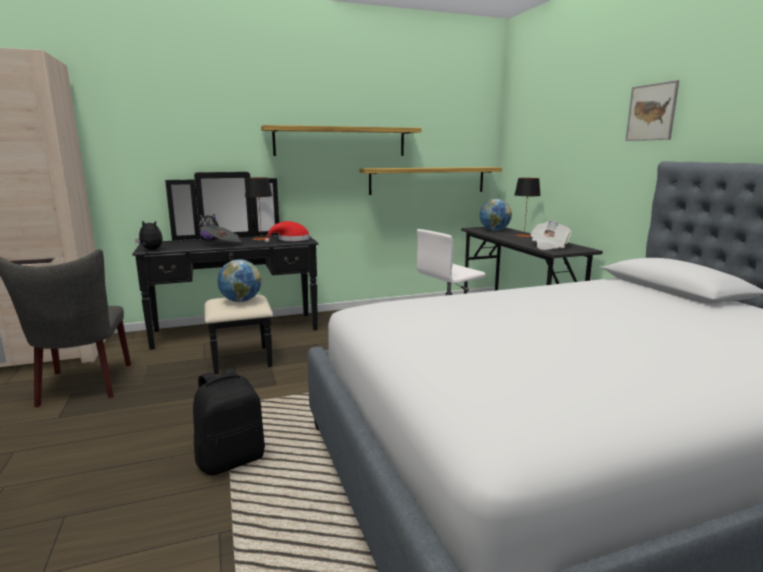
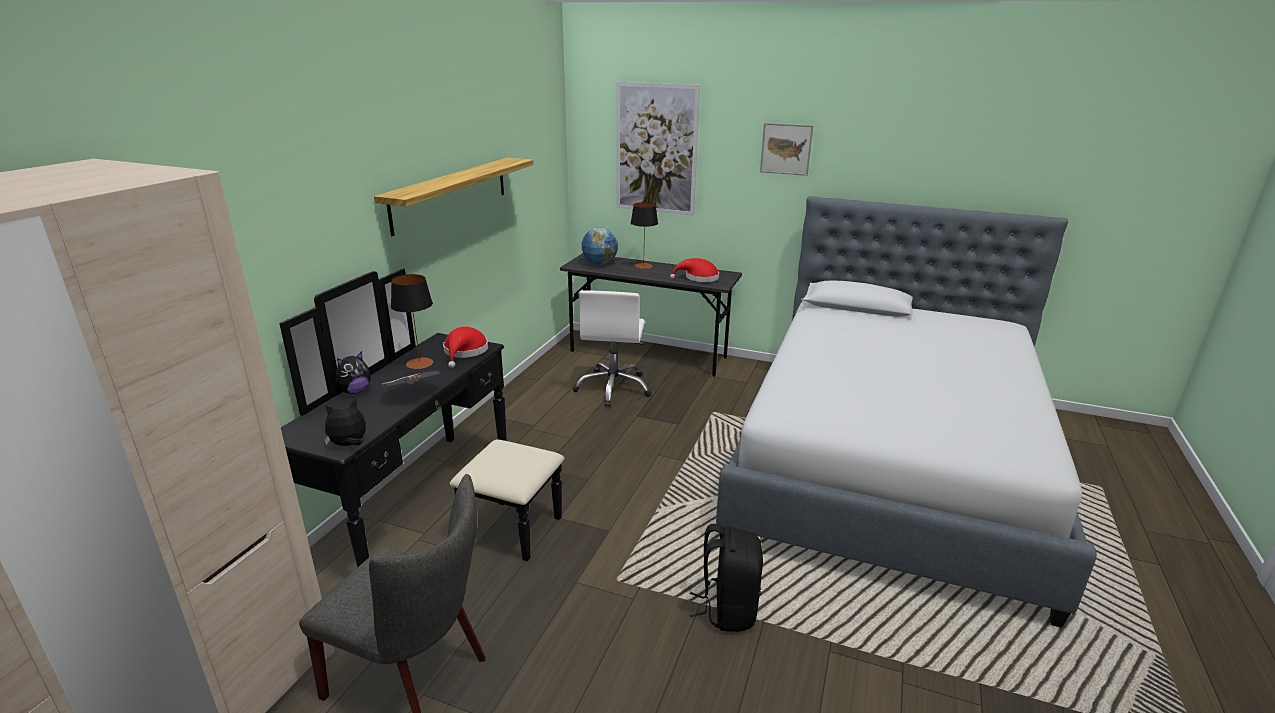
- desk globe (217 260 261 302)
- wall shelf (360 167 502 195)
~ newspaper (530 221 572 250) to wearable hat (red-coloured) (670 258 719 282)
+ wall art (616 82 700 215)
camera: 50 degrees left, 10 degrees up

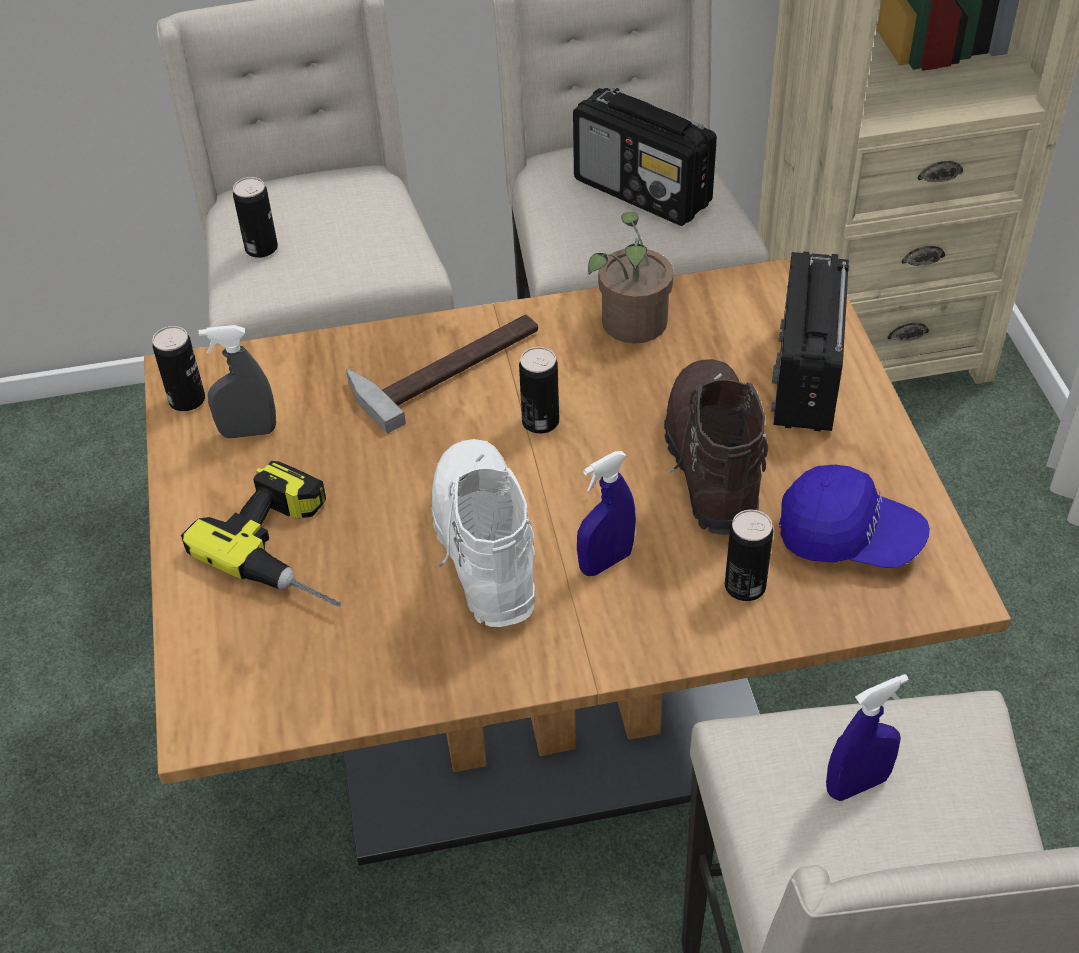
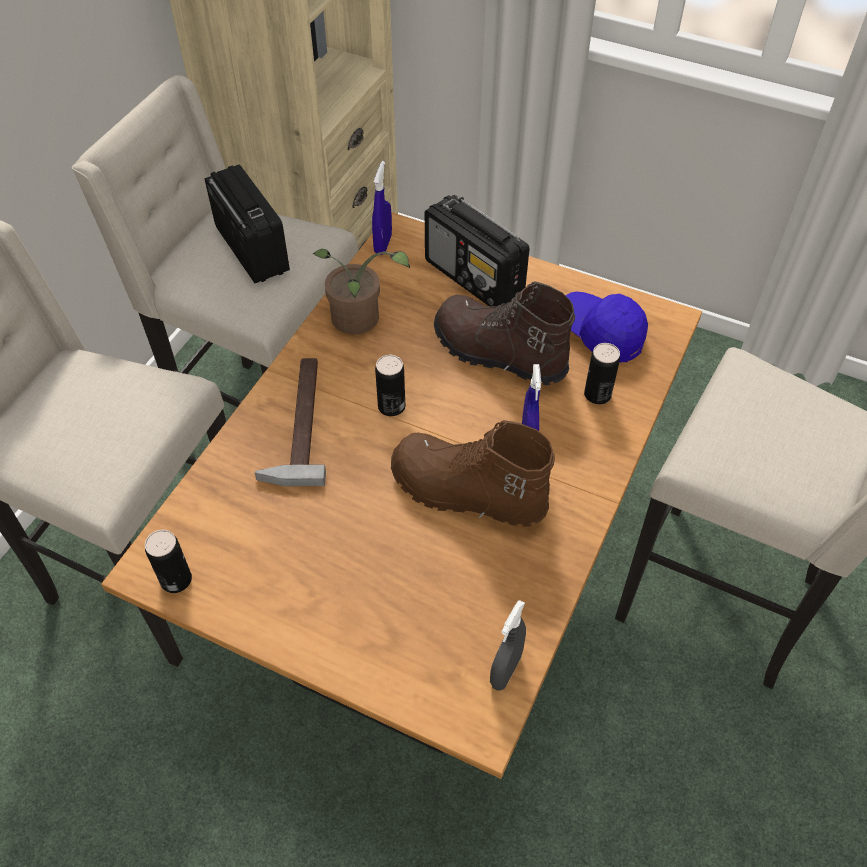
- drill (181 461 341 607)
~ sprayer (gray) (199 325 276 439) to (490 600 526 691)
- can (233 177 278 258)
~ boot (whitish) (432 439 536 627) to boot (brown-coloured) (391 420 555 527)
~ radio set (573 88 717 226) = (205 164 290 283) 105 degrees counterclockwise
~ baseball cap (blue) (779 464 930 568) = (566 292 648 363) 105 degrees counterclockwise
~ sprayer (blue) (826 674 909 801) to (372 161 392 255)
camera: 55 degrees left, 5 degrees up

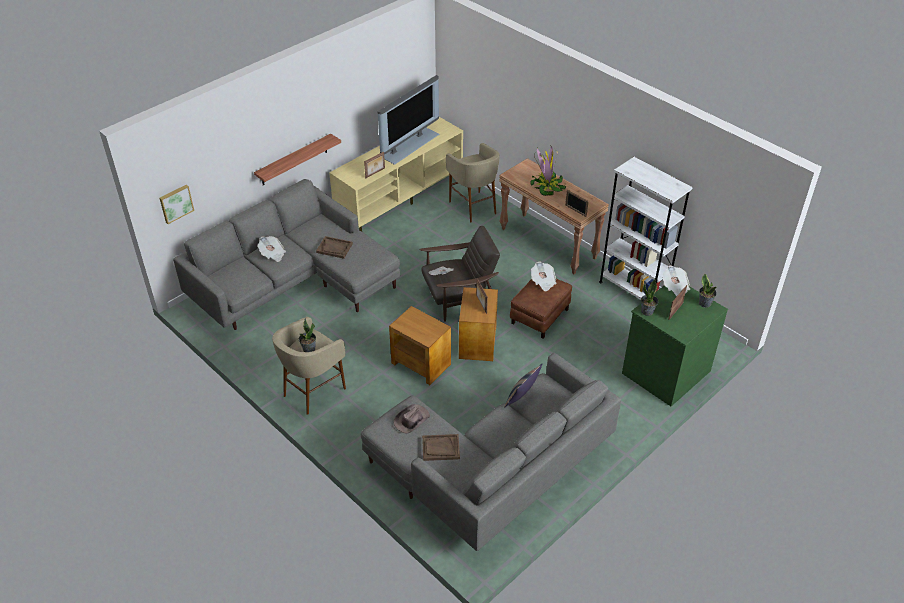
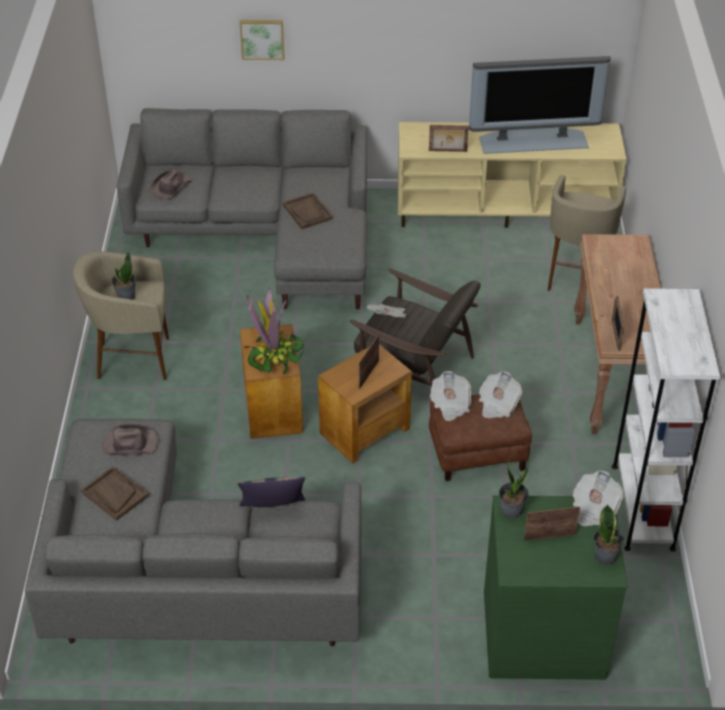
~ wall art (160 184 194 224) to (240 20 284 60)
- wall shelf (254 134 341 185)
~ newspaper (257 236 286 262) to (430 371 471 421)
~ plant in a pot (530 144 566 196) to (245 287 304 374)
+ wearable hat (brown-coloured) (150 169 192 199)
camera: 45 degrees right, 0 degrees up

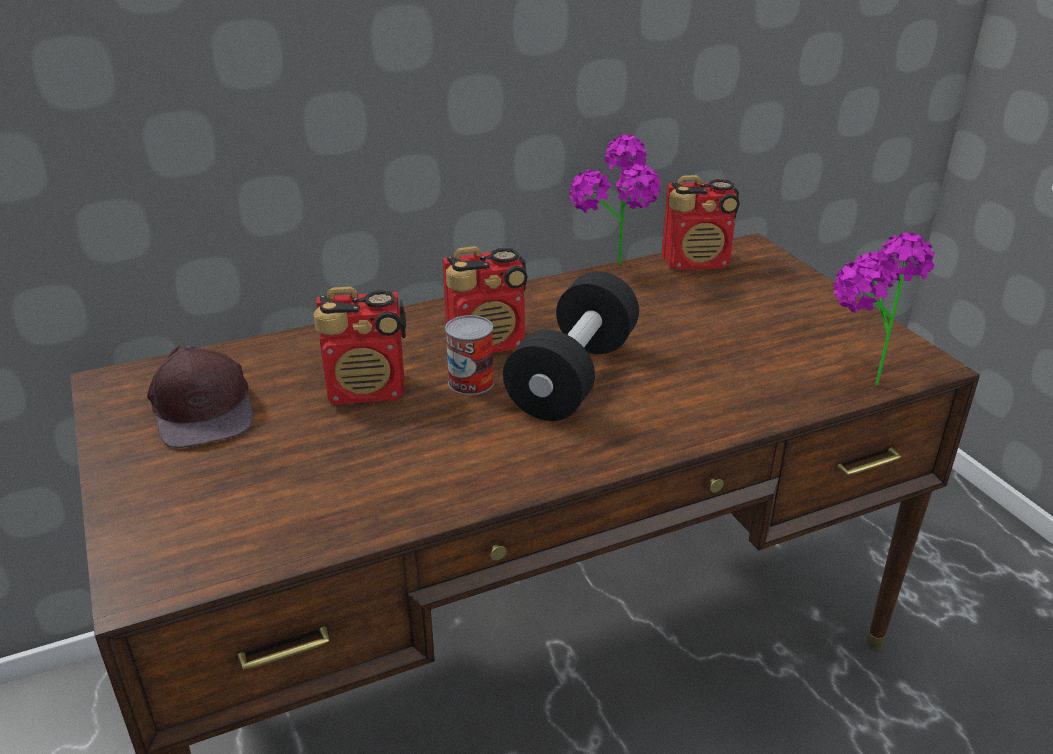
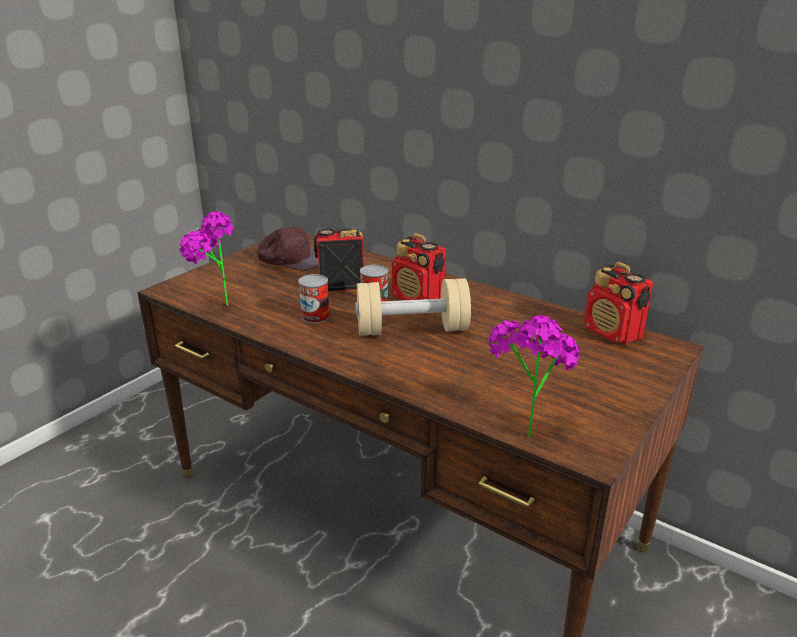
~ baseball cap (brown-coloured) (147 345 253 448) = (257 227 319 270) 105 degrees counterclockwise
~ radio set (314 286 406 405) = (314 228 364 291) 120 degrees clockwise
~ hand weight (black) (503 271 639 421) to hand weight (beige) (355 278 471 336)
~ plant in a pot (569 134 661 265) to (179 211 233 306)
+ can (298 274 330 323)
camera: 60 degrees right, 5 degrees down

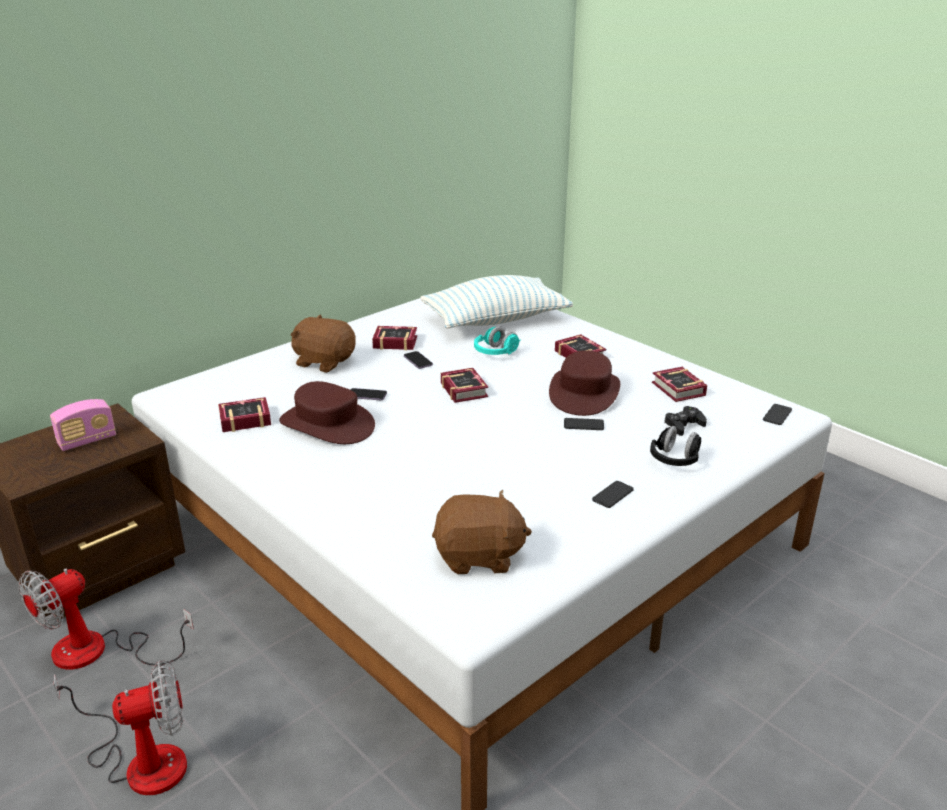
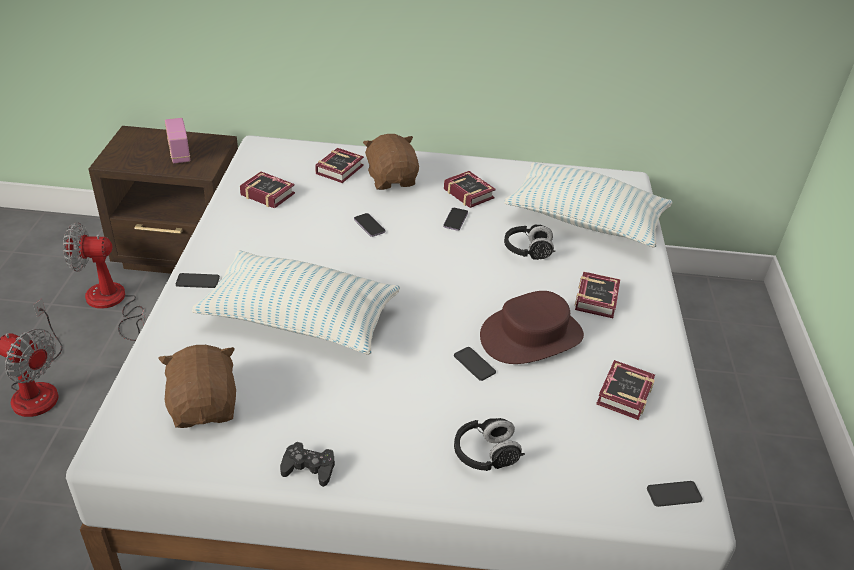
~ radio set (50 399 116 451) = (165 118 190 163) 60 degrees clockwise
- wearable hat (brown-coloured) (279 381 375 444)
~ soft toy (brown-coloured) (432 490 532 574) = (158 345 236 428) 150 degrees counterclockwise
~ book (441 368 488 403) to (315 148 364 183)
~ headset (blue-green) (474 326 521 355) to headset (black) (504 225 555 260)
~ telephone (592 481 634 508) to (176 273 220 288)
~ gamepad (black) (664 406 707 436) to (280 442 335 487)
+ throw pillow (192 250 400 355)
camera: 45 degrees right, 10 degrees up

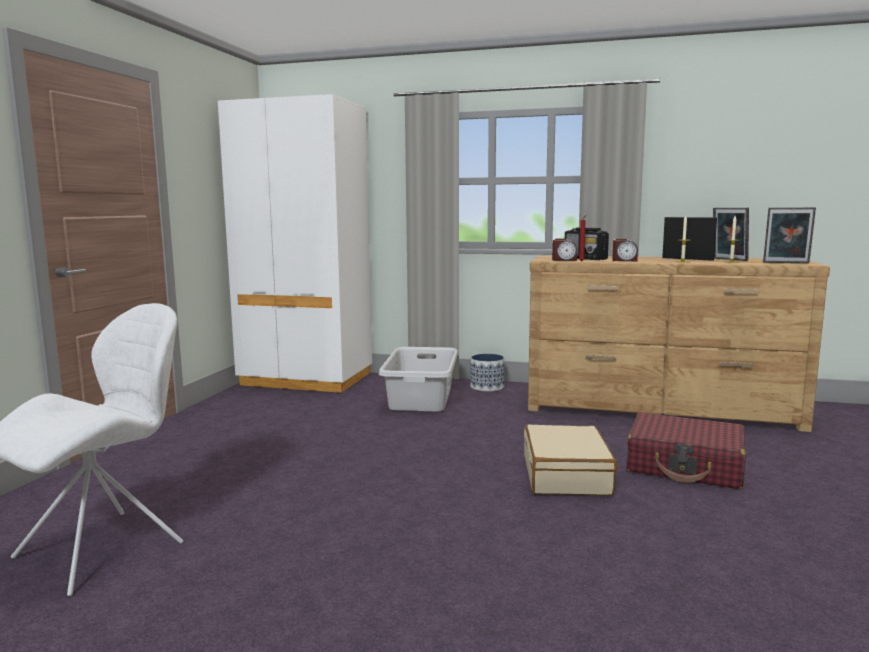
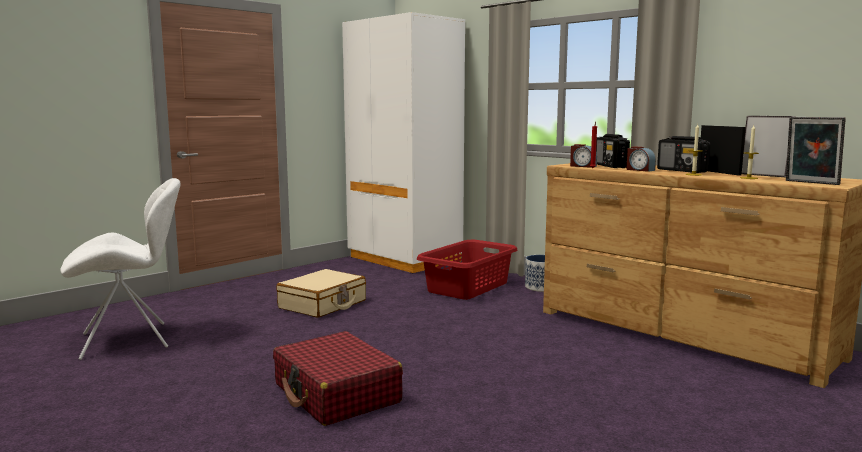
~ washing basket (gray) (379 347 458 411) to washing basket (red-coloured) (417 240 518 300)
~ piece of luggage (beige) (524 425 617 496) to (276 269 366 318)
~ piece of luggage (red-coloured) (627 412 746 489) to (273 331 403 426)
~ picture frame (713 208 749 261) = (742 116 795 178) 135 degrees clockwise
+ radio set (657 136 710 173)
camera: 30 degrees right, 0 degrees up

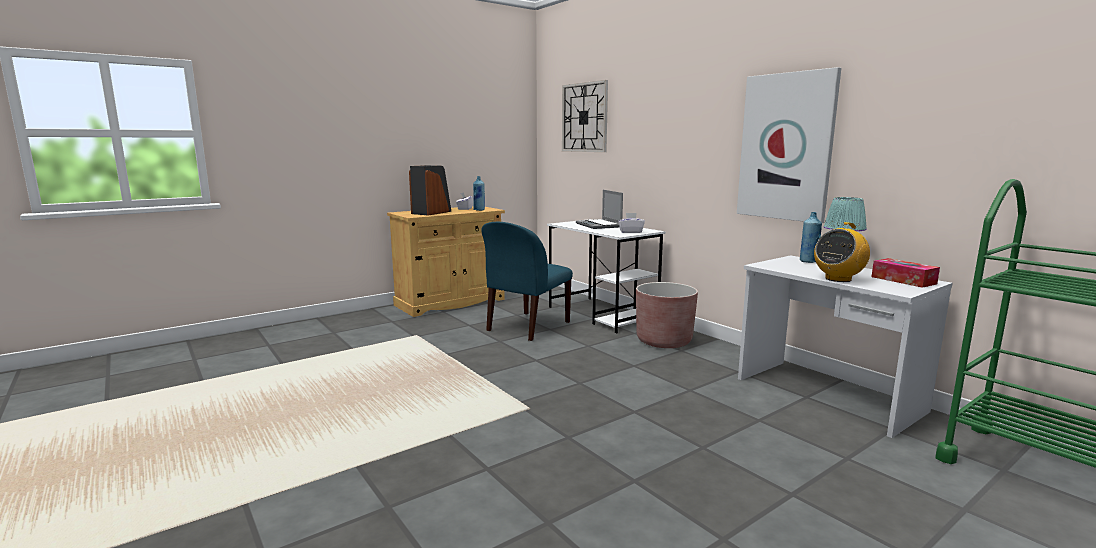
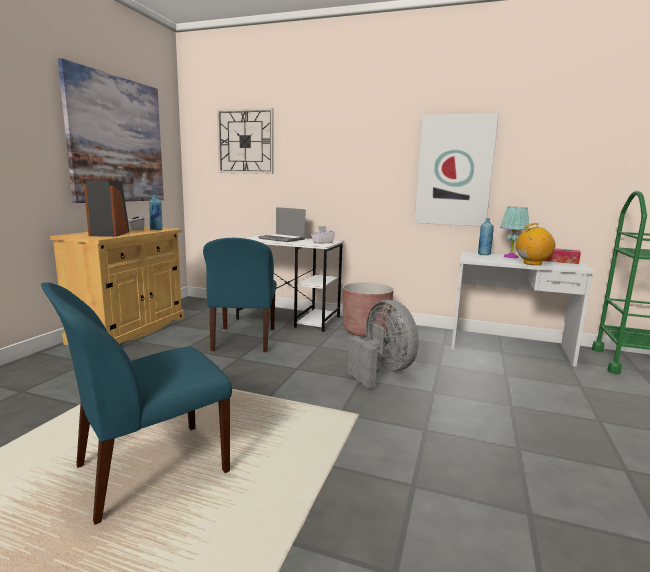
~ radio set (814 222 870 282) = (516 223 556 265) 120 degrees counterclockwise
+ plain chair (blue) (41 282 232 525)
+ wall art (58 58 164 203)
+ electric fan (gray) (348 300 419 388)
camera: 35 degrees left, 0 degrees up

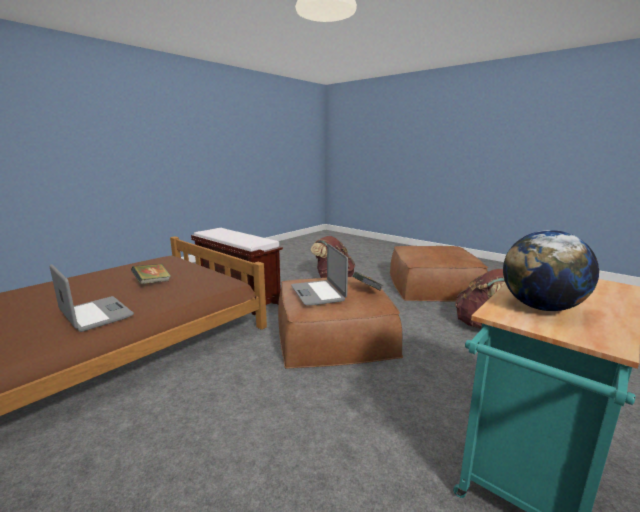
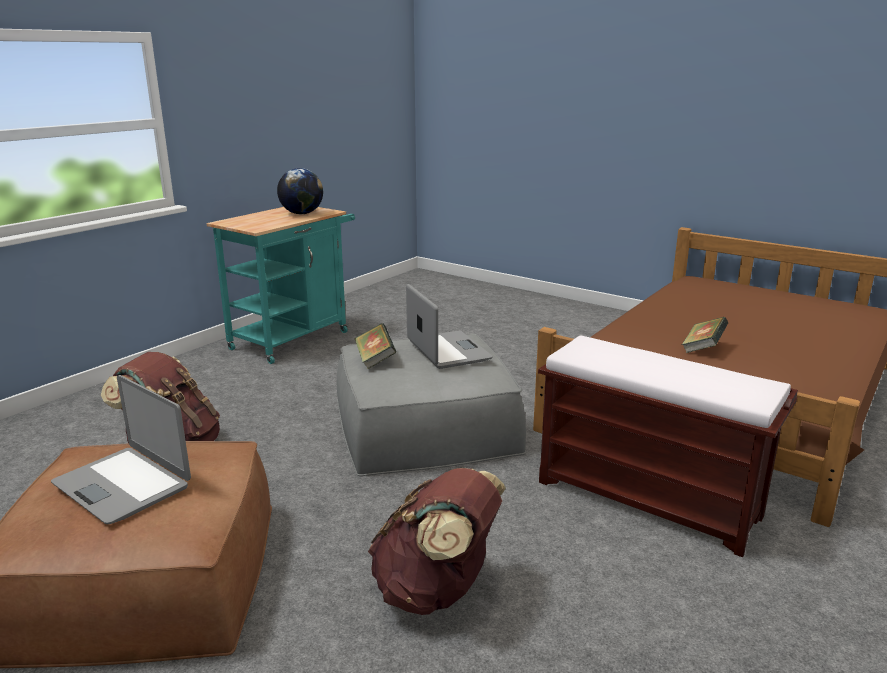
~ portable computer (50 264 134 332) to (51 375 191 524)
~ footrest (brown-coloured) (278 277 403 369) to footrest (gray) (337 334 526 476)
camera: 175 degrees right, 5 degrees up

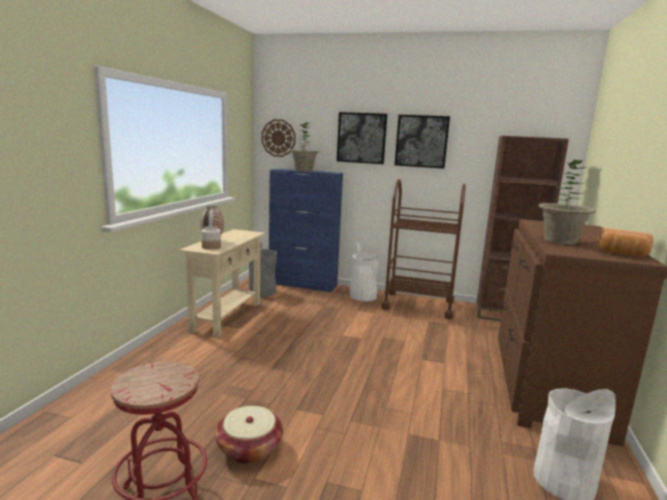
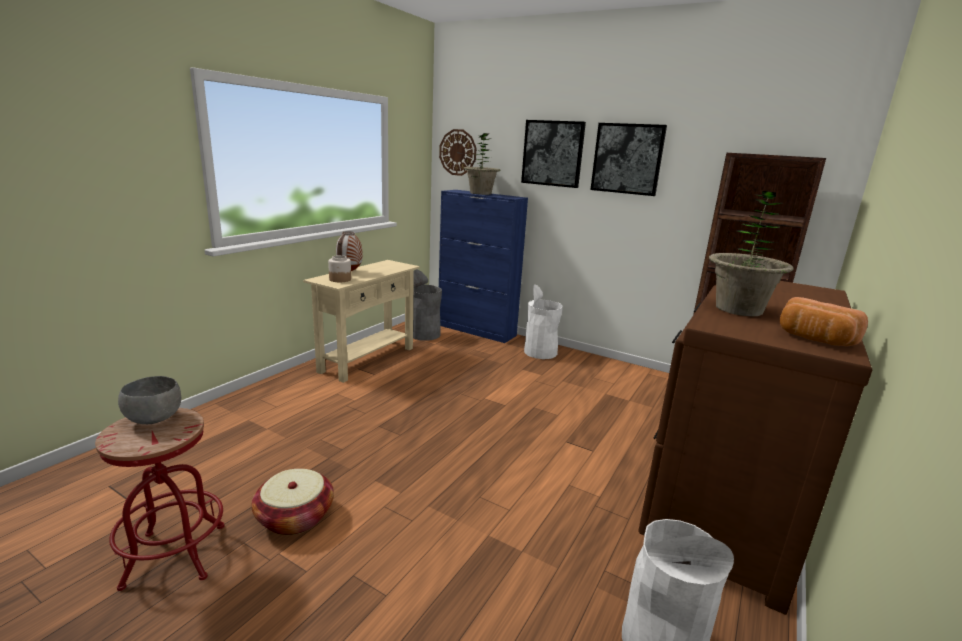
- wheeled cart (brown-coloured) (381 179 466 319)
+ serving bowl (gray) (118 376 181 424)
camera: 15 degrees right, 5 degrees up

